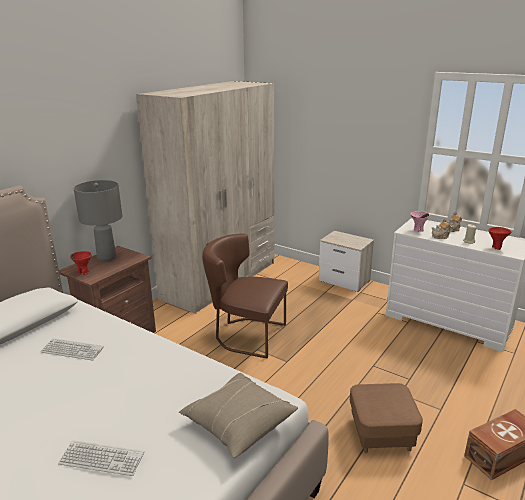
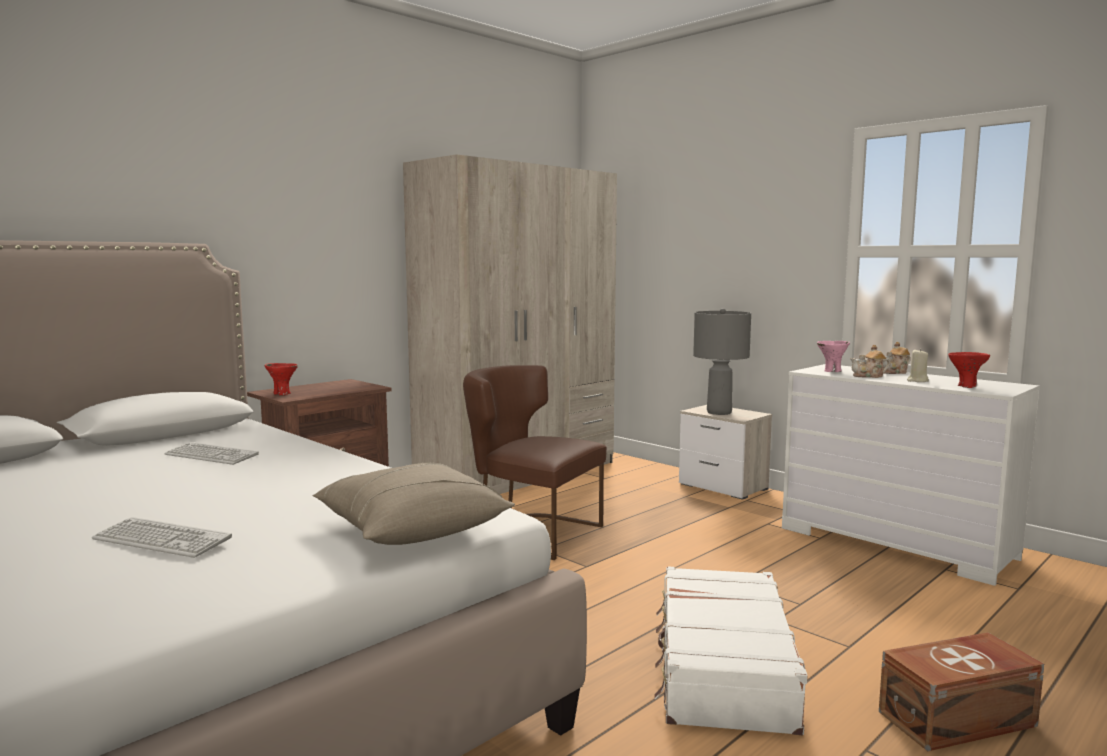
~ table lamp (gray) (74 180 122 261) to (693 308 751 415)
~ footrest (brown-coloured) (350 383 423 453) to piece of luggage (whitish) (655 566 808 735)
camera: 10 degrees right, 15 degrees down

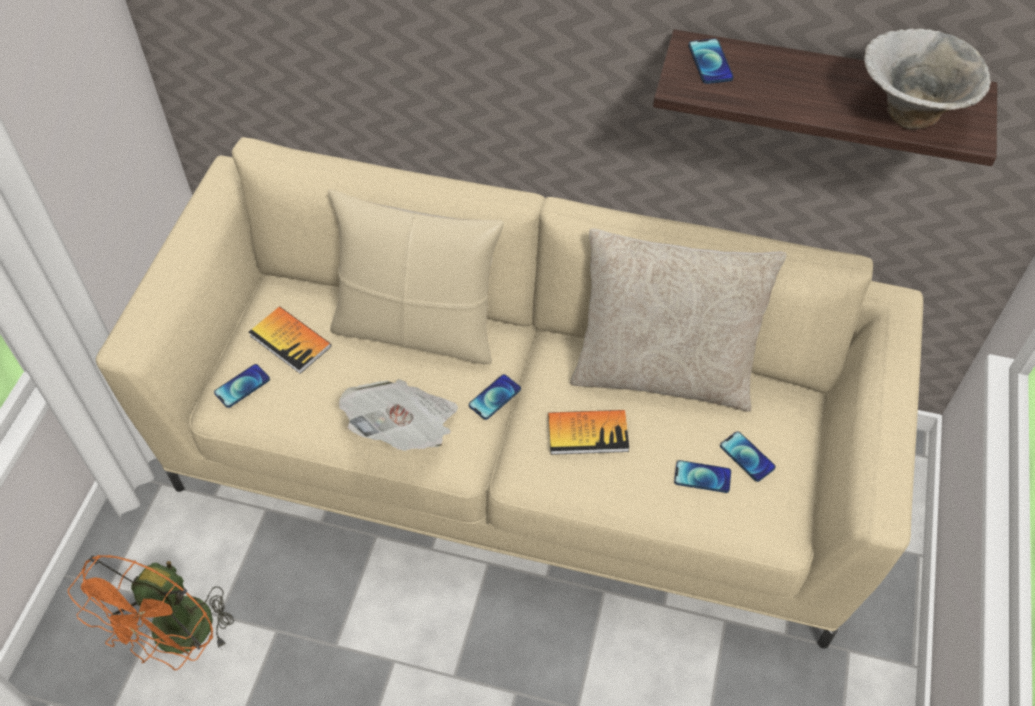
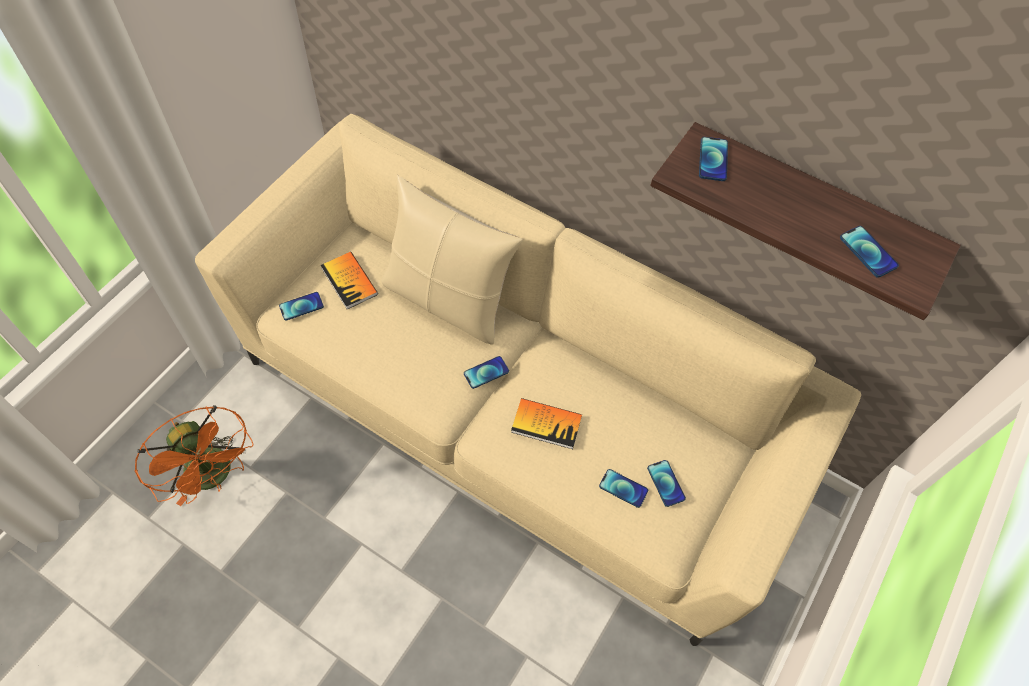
~ electric fan (orange) (68 555 234 670) = (135 405 254 506) 75 degrees counterclockwise
- newspaper (339 379 458 451)
- throw pillow (beige) (570 228 787 411)
~ serving bowl (864 28 991 130) to telephone (840 226 899 278)
camera: 15 degrees right, 5 degrees up

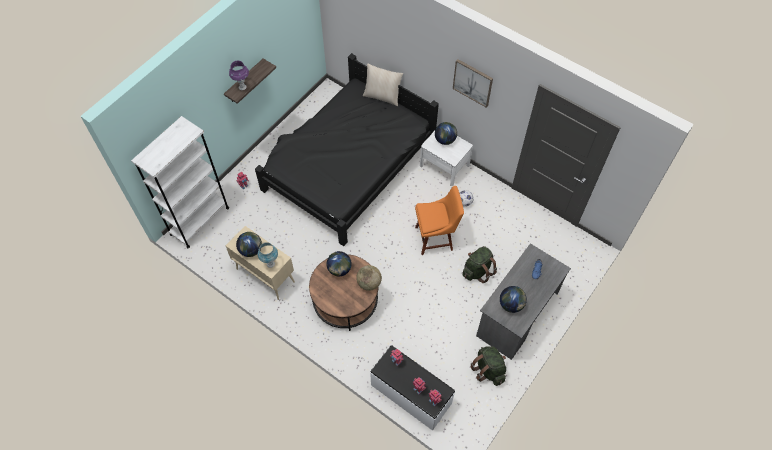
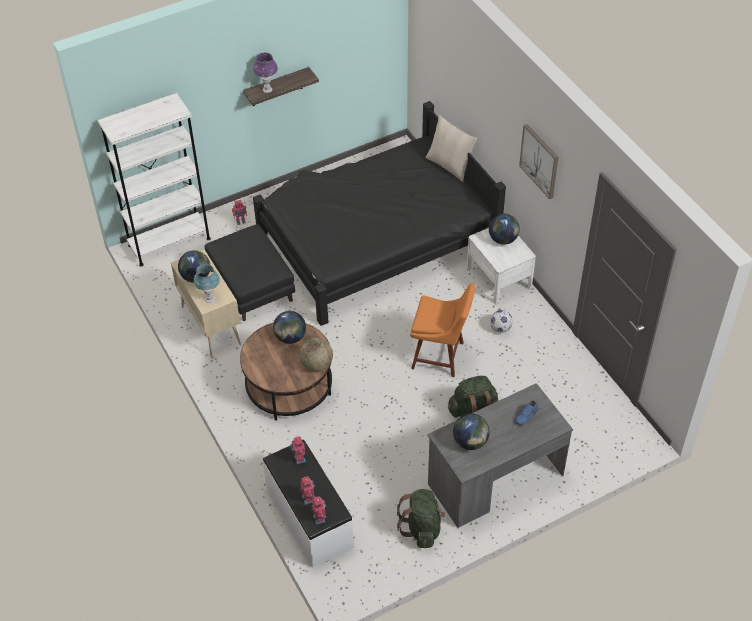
+ footrest (black) (205 224 295 321)
camera: 25 degrees right, 10 degrees down

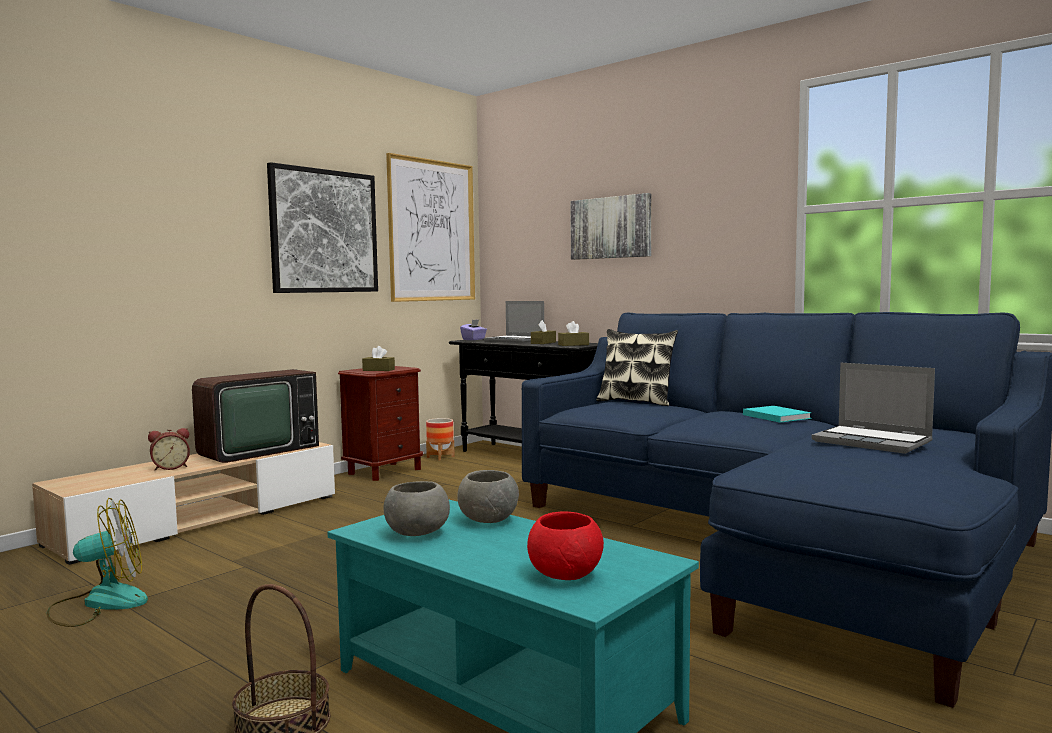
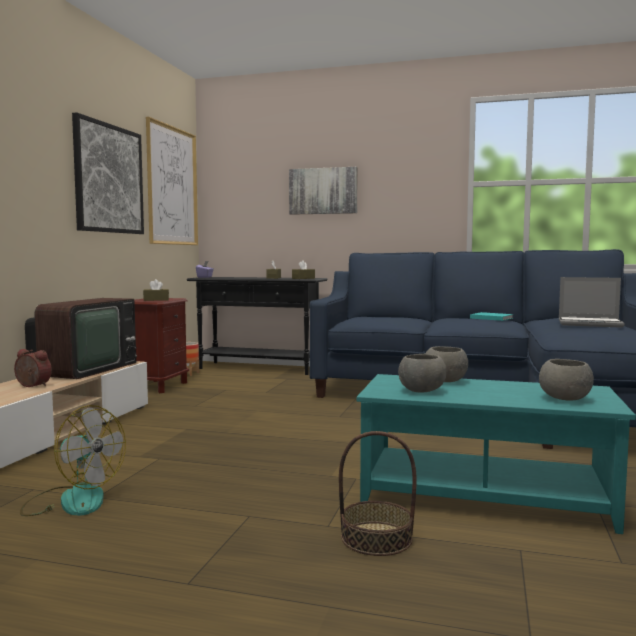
~ electric fan (47 498 148 627) = (20 405 126 516) 75 degrees clockwise
~ table clock (148 428 190 471) = (14 349 52 387) 105 degrees counterclockwise
- portable computer (484 301 544 343)
~ serving bowl (red-coloured) (527 512 604 580) to serving bowl (gray) (539 359 594 400)
- throw pillow (596 329 678 406)
camera: 25 degrees left, 0 degrees up

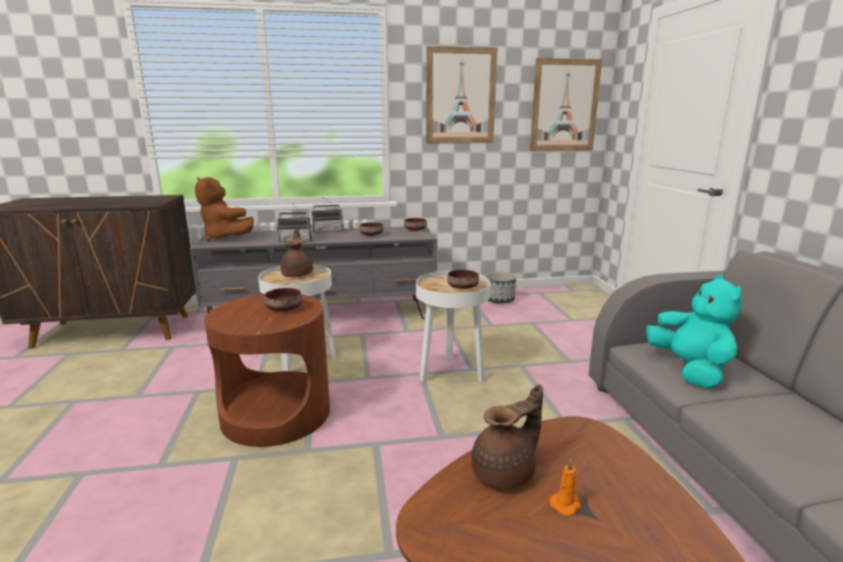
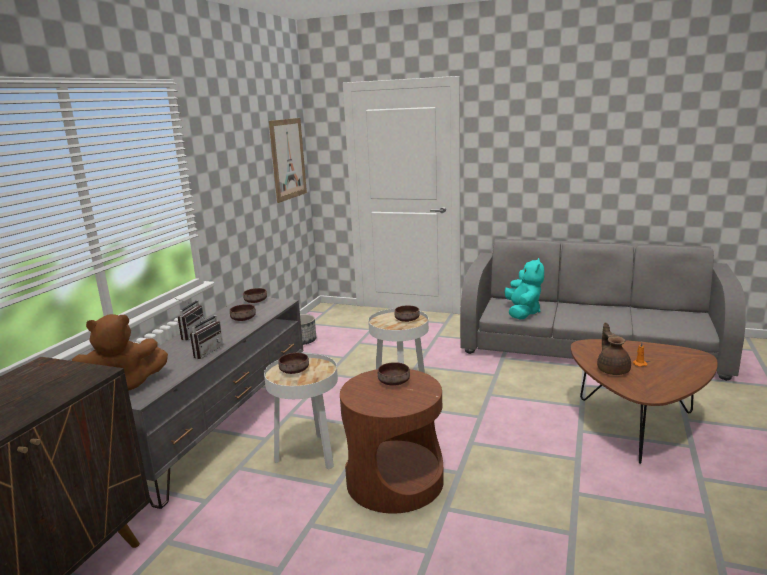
~ tea pot (brown-coloured) (281 229 313 277) to serving bowl (brown-coloured) (279 353 309 374)
- wall art (426 46 497 144)
~ soft toy (blue-green) (646 275 742 389) = (505 258 544 319) 75 degrees clockwise
camera: 60 degrees left, 0 degrees up

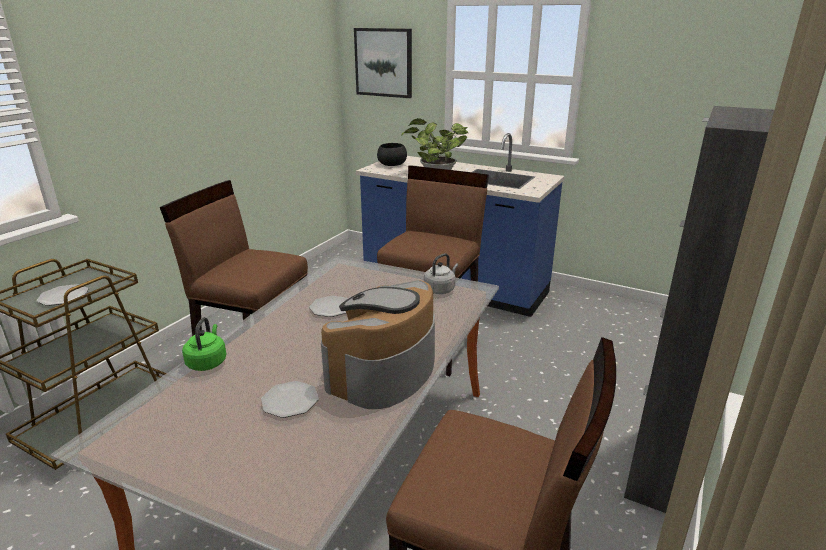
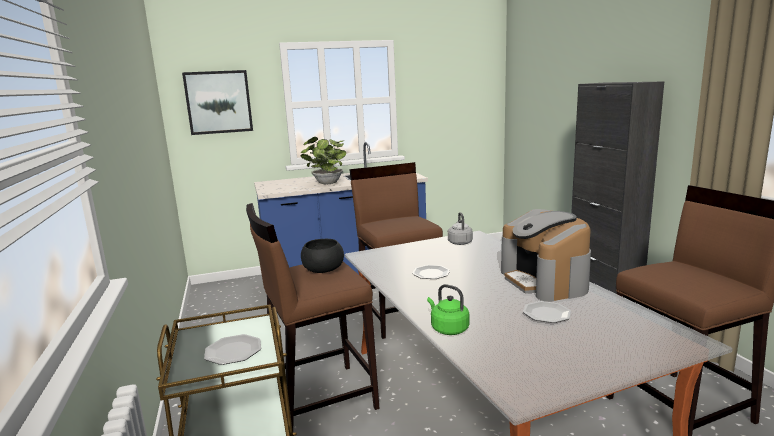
~ serving bowl (black) (377 143 407 166) to (301 239 344 273)
camera: 45 degrees left, 10 degrees down

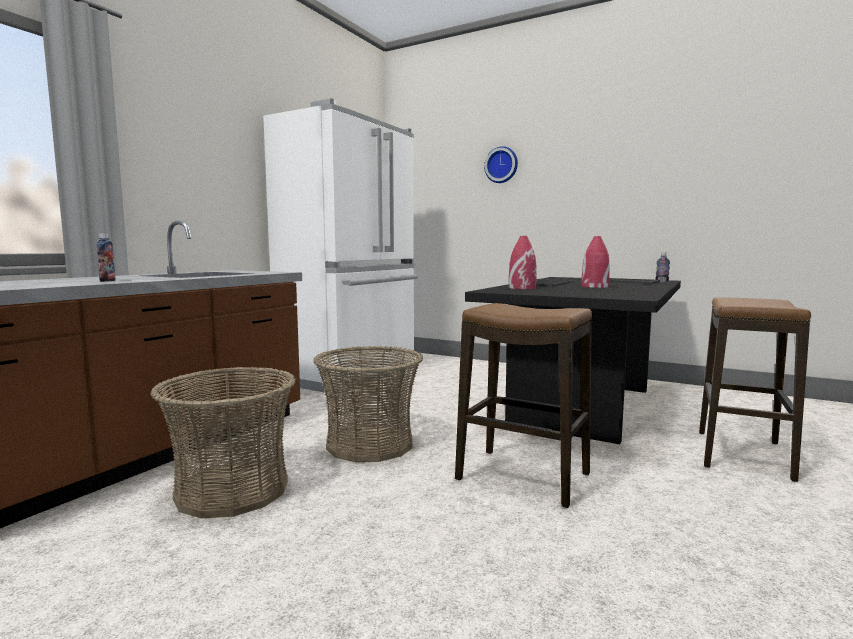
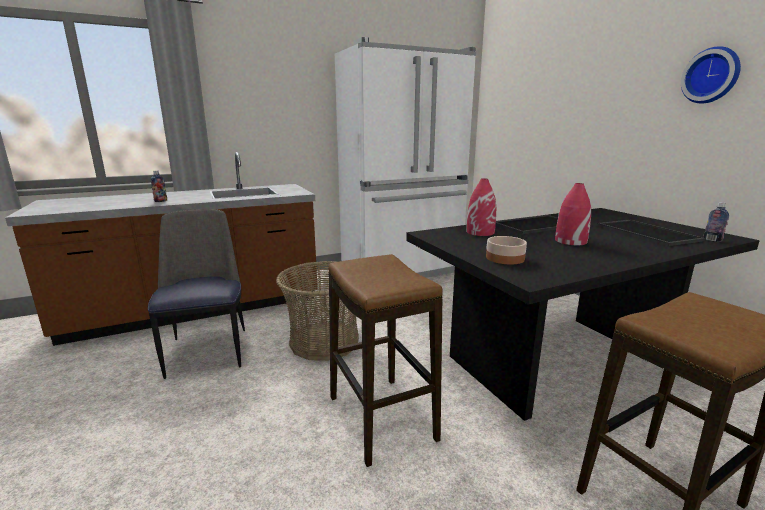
~ household basket (150 367 296 518) to plain chair (148 209 245 379)
~ hanging clock (484 146 518 183) to (681 46 741 104)
+ serving bowl (486 236 527 264)
camera: 35 degrees right, 10 degrees up

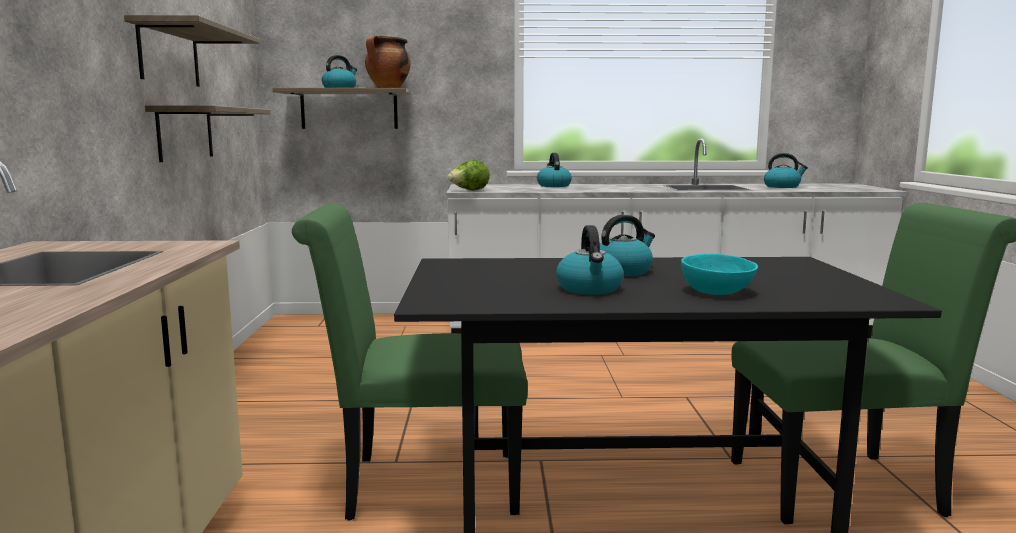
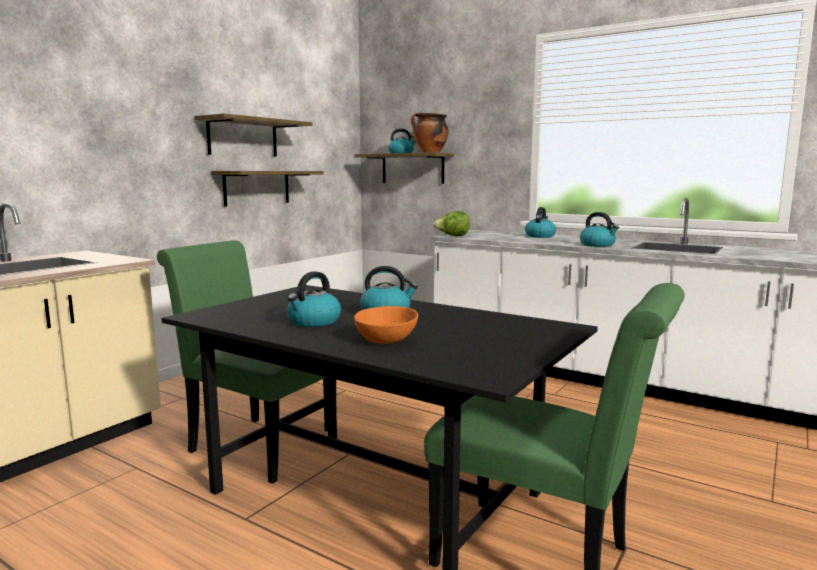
~ serving bowl (blue-green) (681 254 758 295) to serving bowl (orange) (354 306 418 344)
~ kettle (764 153 808 188) to (580 212 619 247)
camera: 35 degrees right, 0 degrees up

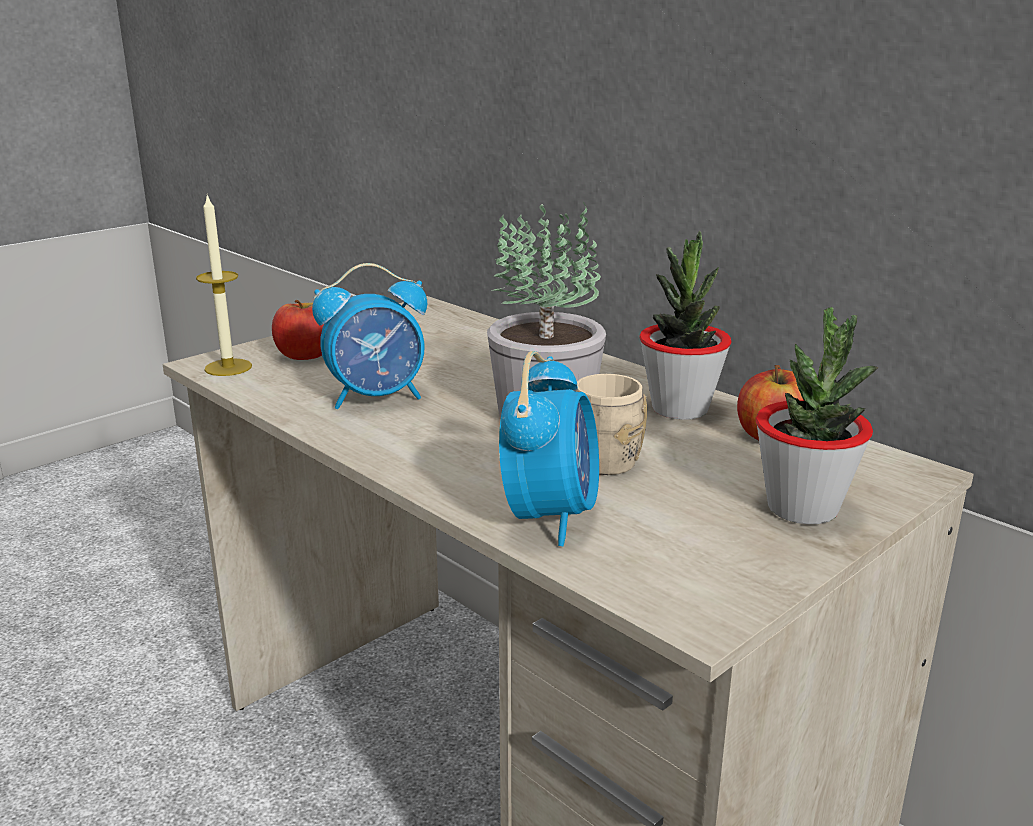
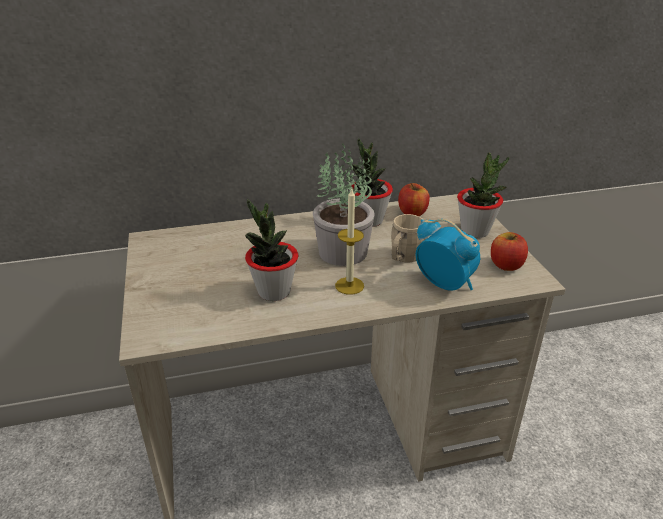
~ wax candle (196 195 252 376) to (335 189 364 295)
~ apple fruit (272 300 324 360) to (491 232 528 271)
~ table clock (312 263 427 409) to plant in a pot (245 199 298 301)
camera: 60 degrees left, 10 degrees up

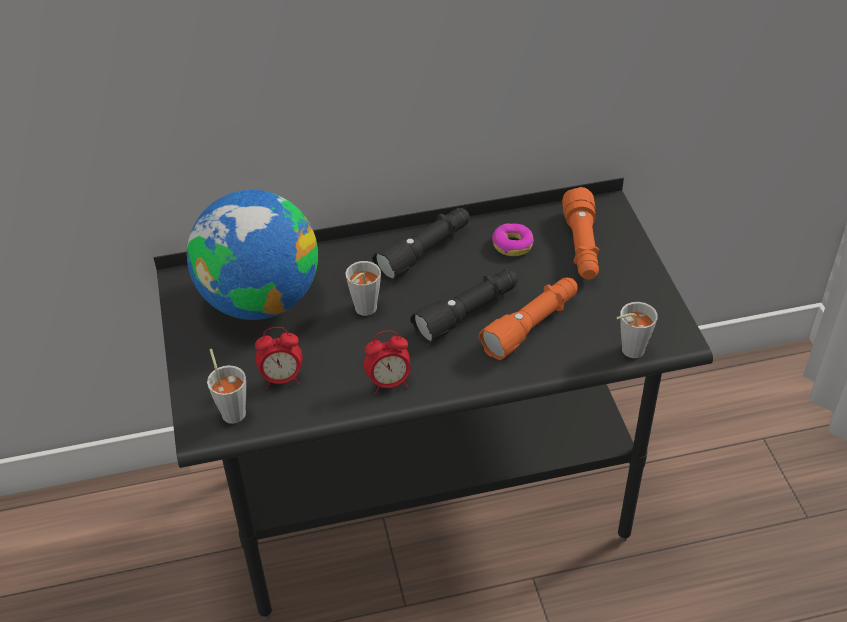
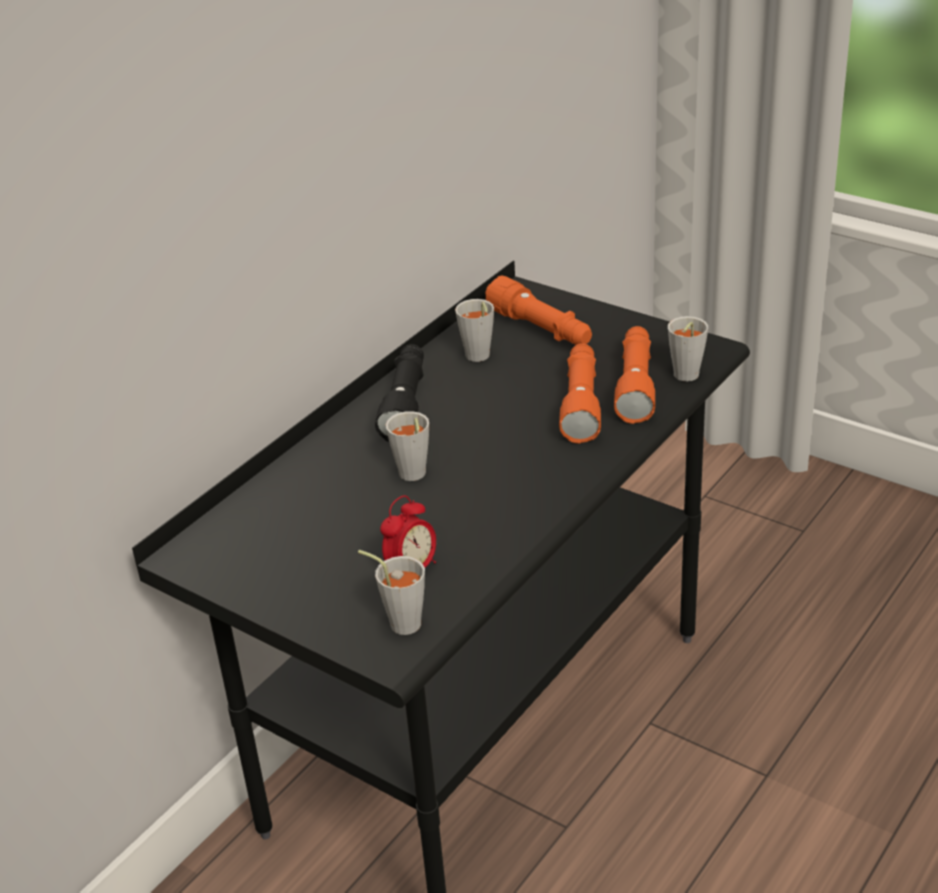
- desk globe (187 190 318 320)
- table clock (364 331 410 393)
- torch (black) (410 270 518 344)
~ ring doughnut (492 224 533 256) to drinking cup (gray) (455 299 494 362)
+ torch (orange) (614 326 655 424)
camera: 40 degrees left, 10 degrees down

